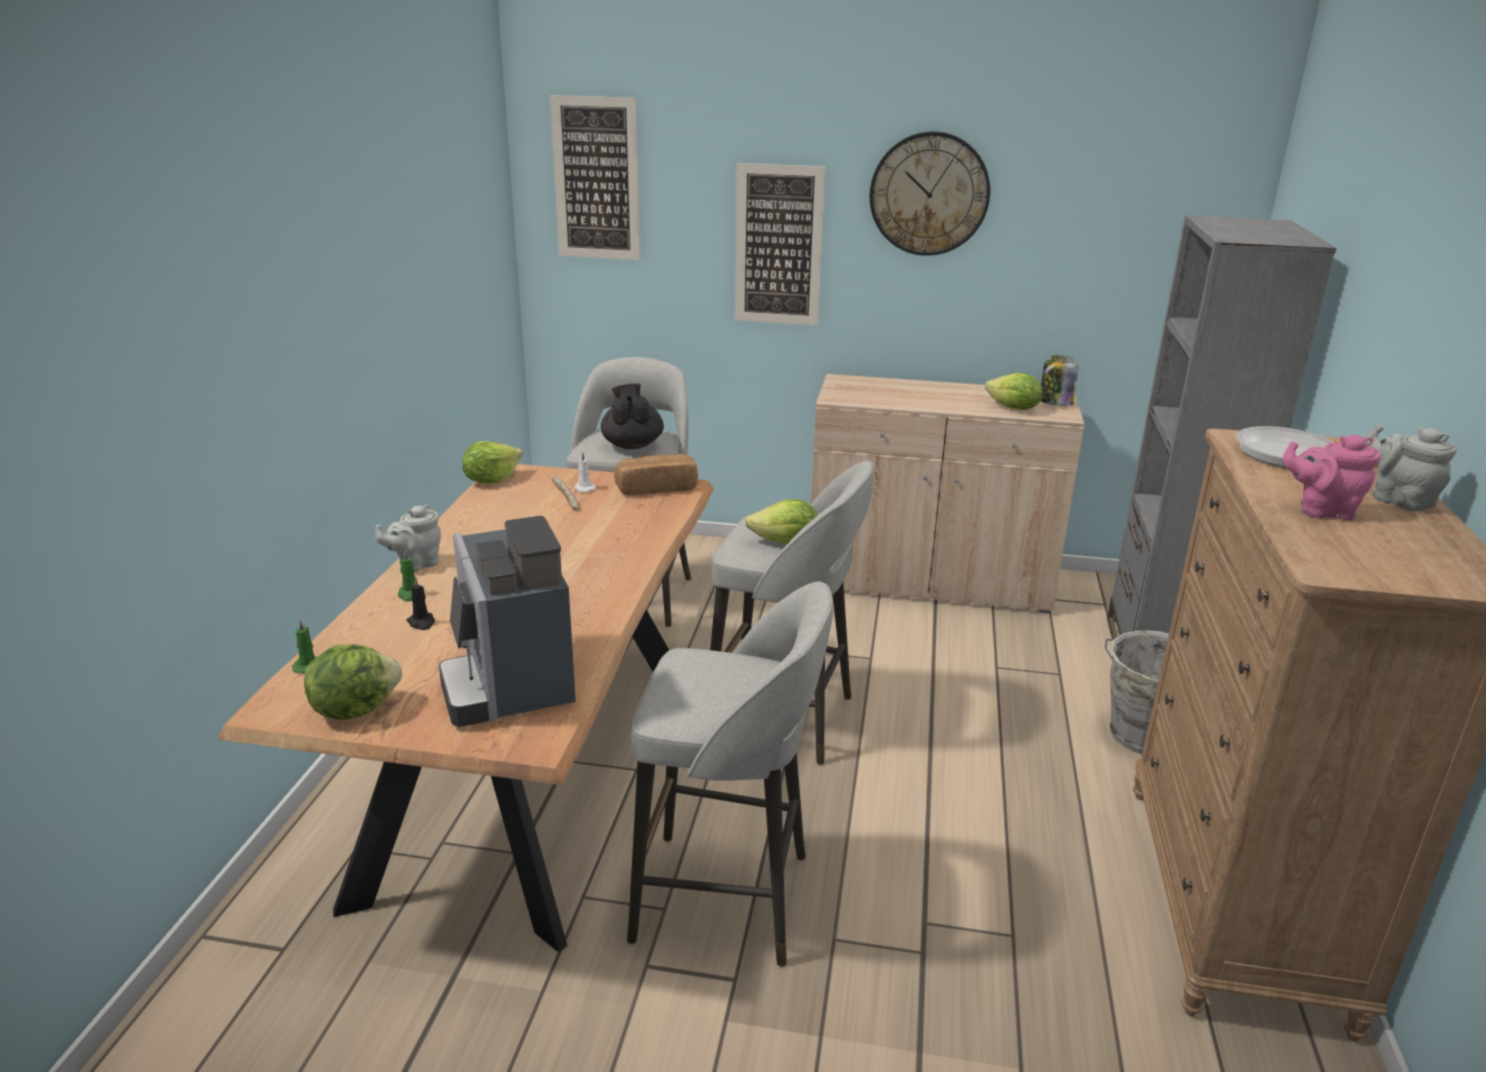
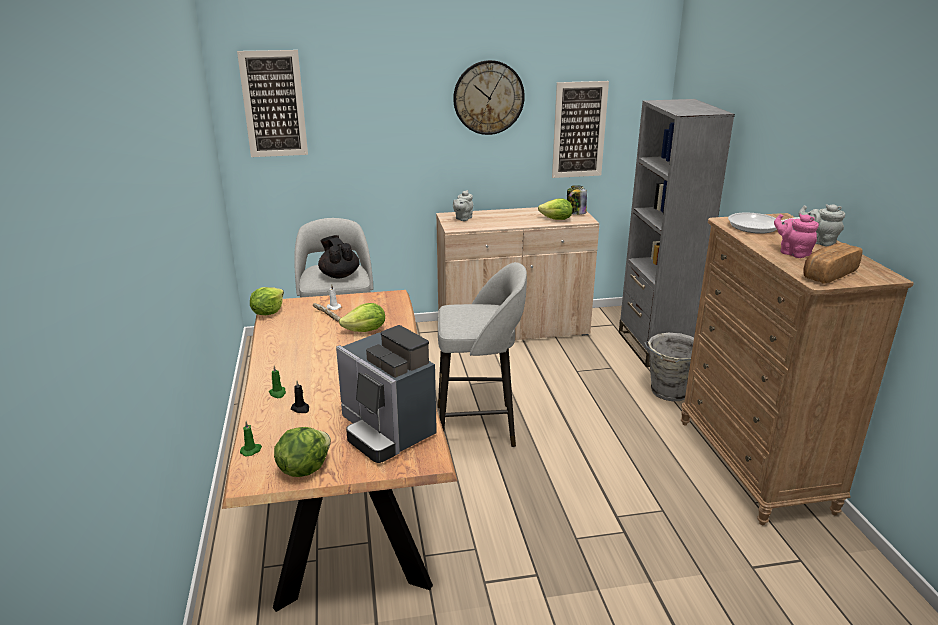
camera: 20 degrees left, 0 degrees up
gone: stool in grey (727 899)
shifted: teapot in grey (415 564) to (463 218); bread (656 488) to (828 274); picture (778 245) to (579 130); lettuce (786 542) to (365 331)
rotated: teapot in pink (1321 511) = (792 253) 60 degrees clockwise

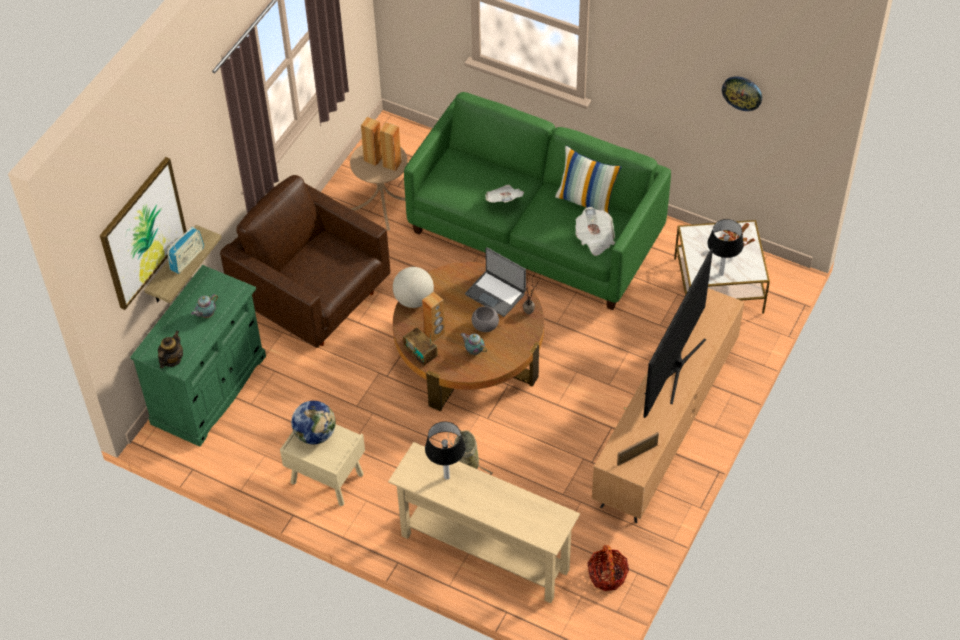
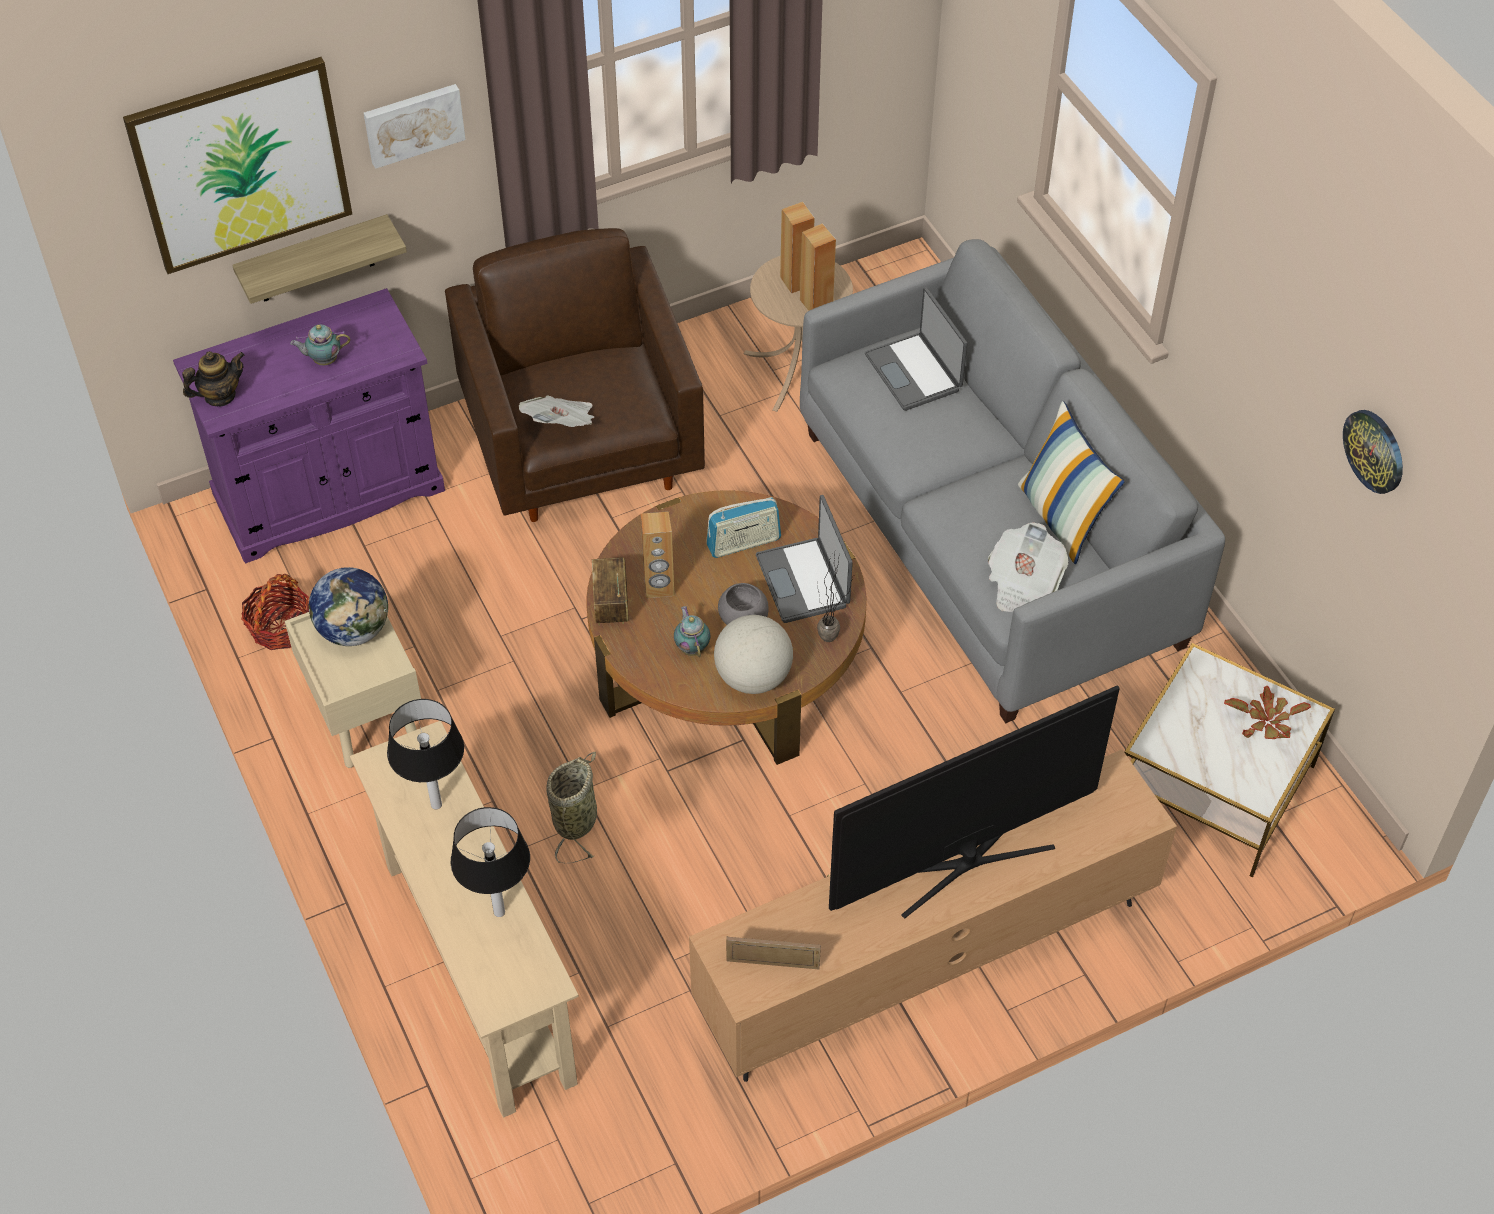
camera: 35 degrees right, 0 degrees up
new: picture (413 123); laptop (915 372)
shifted: radio (187 259) to (743 543); globe (414 300) to (753 677); newspaper (504 201) to (561 424); basket (607 575) to (280 627); table lamp (721 274) to (499 912)
repainted: cabinet in green (209 390) to cabinet in purple (329 493); sofa in green (536 232) to sofa in grey (991 537)

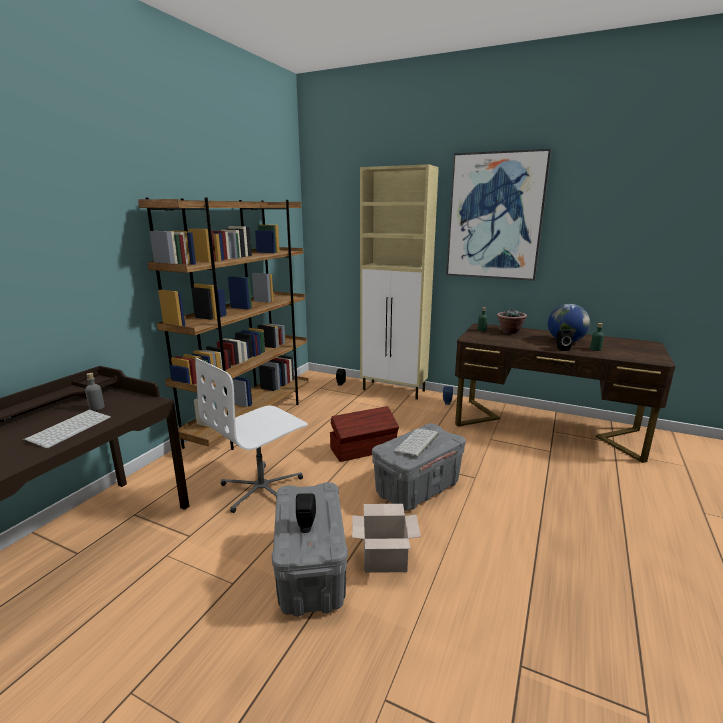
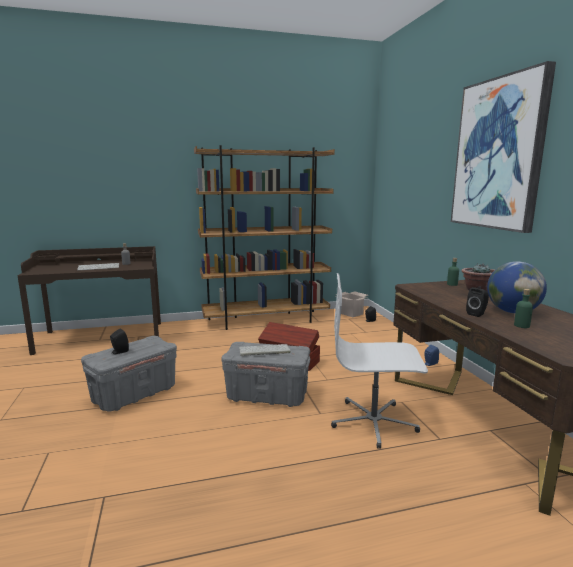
camera: 50 degrees right, 5 degrees down
gone: cabinet in beige (394 390)
shifted: office chair in white (262 489) to (374 422); cardboard box (385 558) to (351 313)

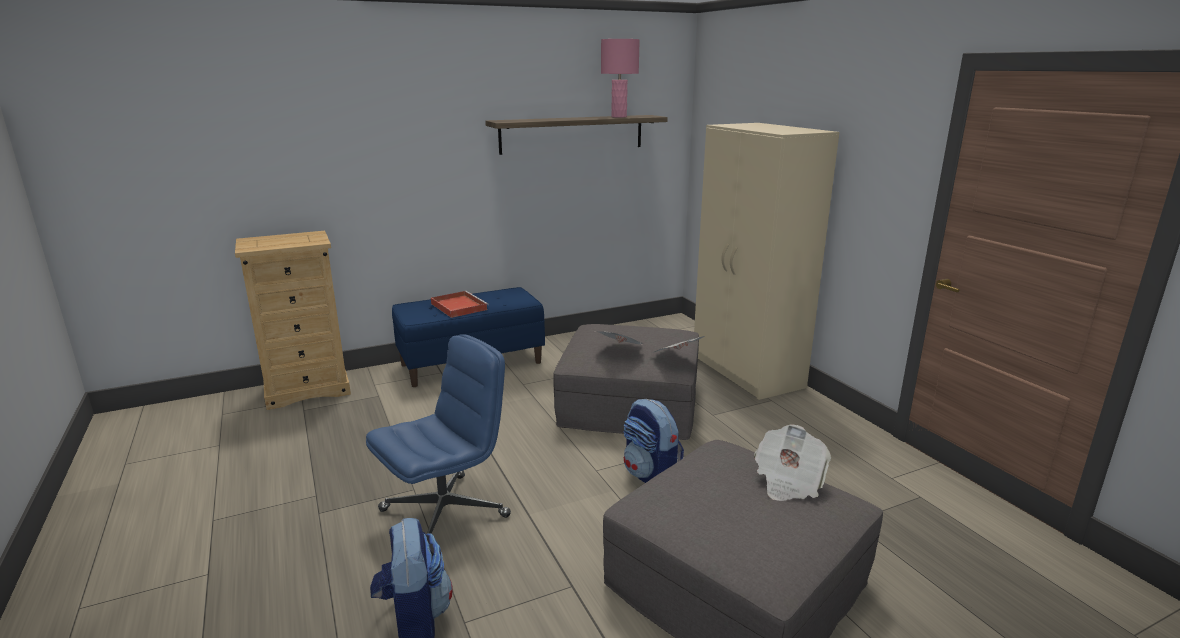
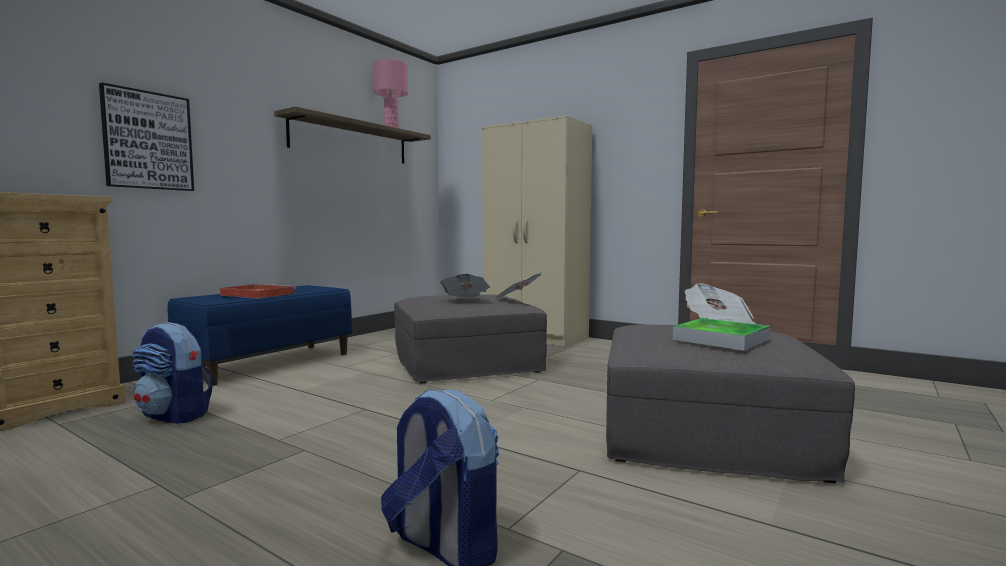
camera: 30 degrees left, 15 degrees down
gone: office chair in blue (446 512)
new: picture (148 140); tray (721 339)
shifted: backpack (651 476) to (175 416)

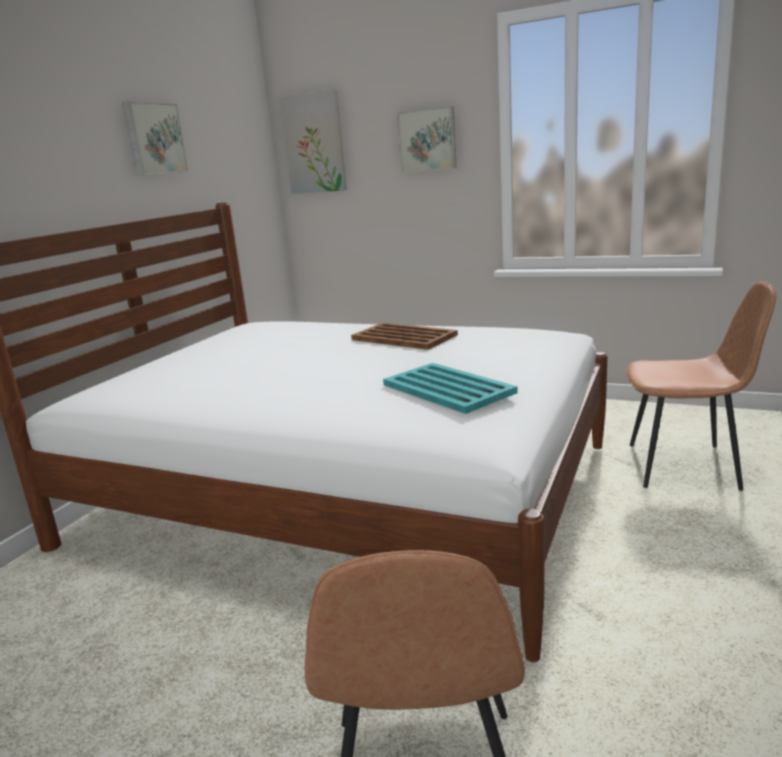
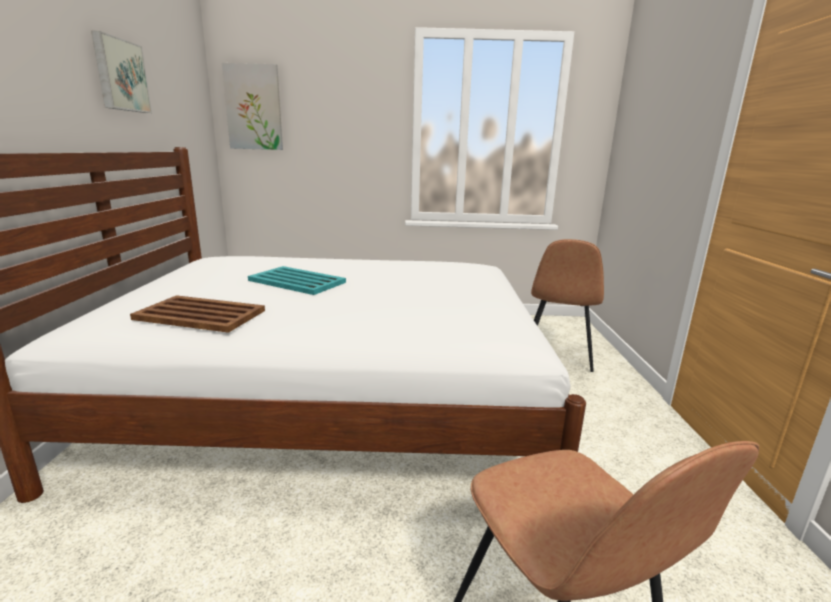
camera: 25 degrees left, 0 degrees up
gone: picture (428 140)
shifted: tray in brown (403 337) to (199 315); tray in turquoise (447 388) to (296 281)
rotated: chair in brown (685 466) = (557 355) 120 degrees clockwise

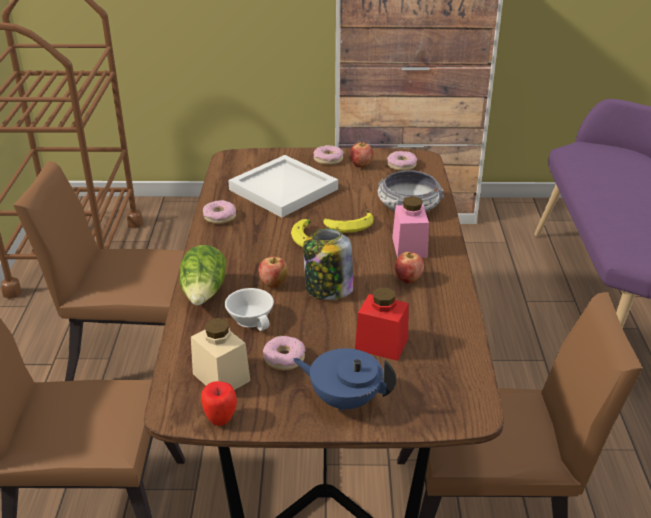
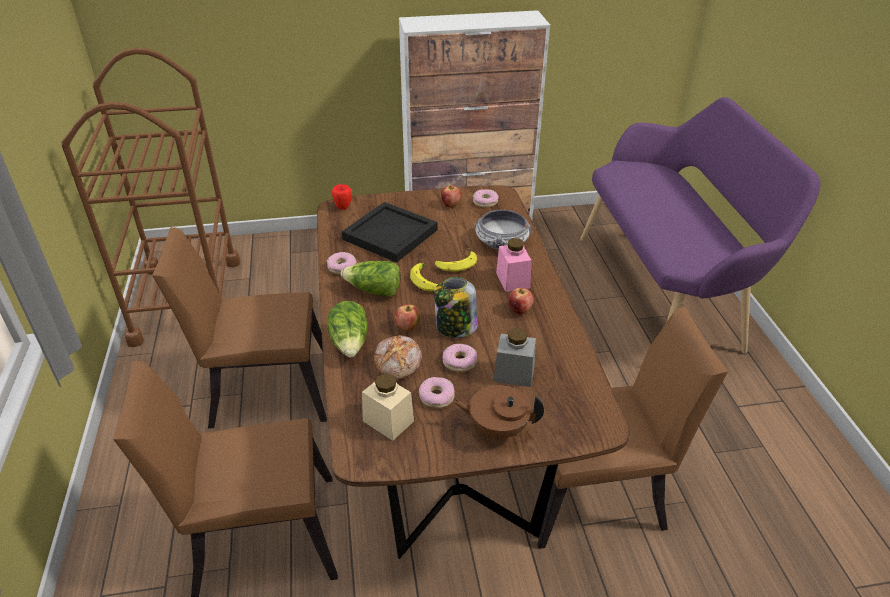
camera: 10 degrees left, 5 degrees up
new: lettuce (374 290)
shifted: apple (220 419) to (343 207); donut (328 159) to (459 362)
swapped: cup in white (252 319) to bread (399 363)
repainted: tray in white (281 189) to tray in black (388 235); teapot in blue (344 399) to teapot in brown (497 428); jar in red (381 344) to jar in grey (514 373)

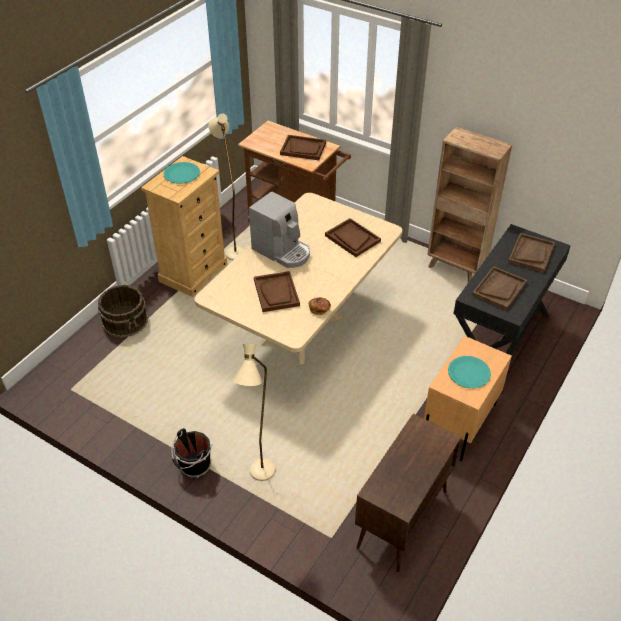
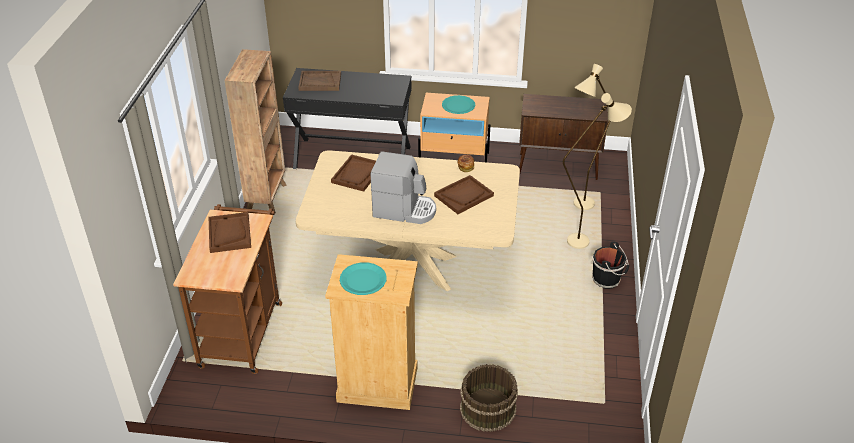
camera: 115 degrees left, 5 degrees down
gone: tray in brown (499 289)
shifted: floor lamp in beige (233 249) to (579 207)
rotated: coffee machine (282 251) = (404 210) 90 degrees clockwise

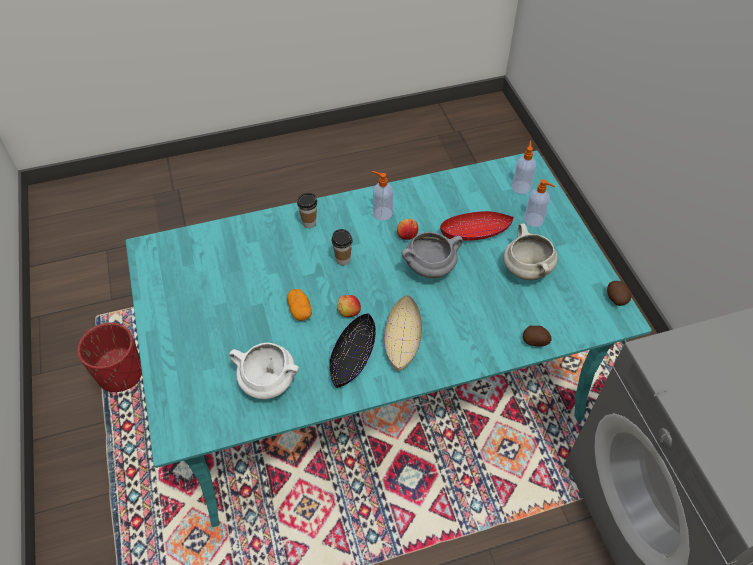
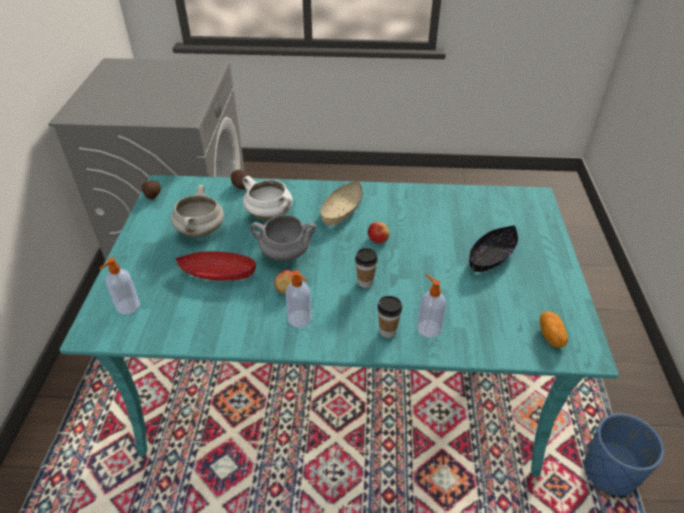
camera: 160 degrees left, 10 degrees down
shifted: cooking pot in white (267 382) to (270 215); potato (300 310) to (551 336); bowl in black (352 357) to (492 256); soap dispenser (534 220) to (428 328)
repainted: planter in red (120 373) to planter in blue (609 472)

